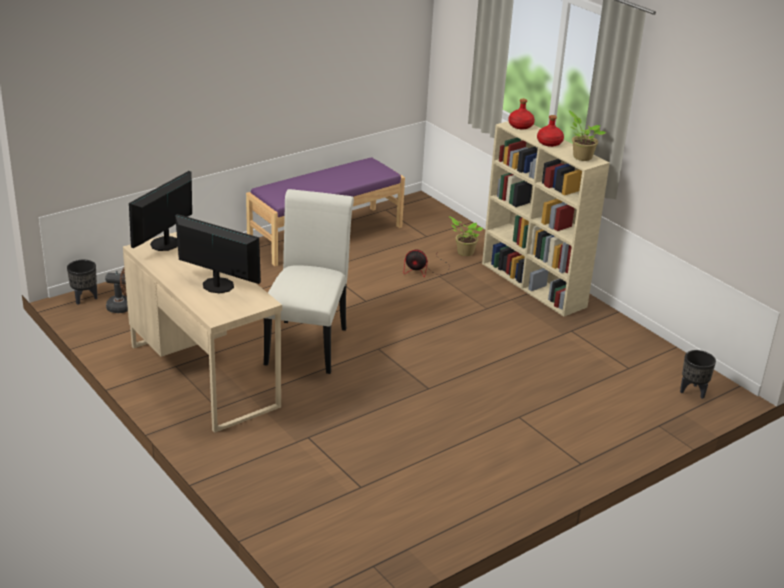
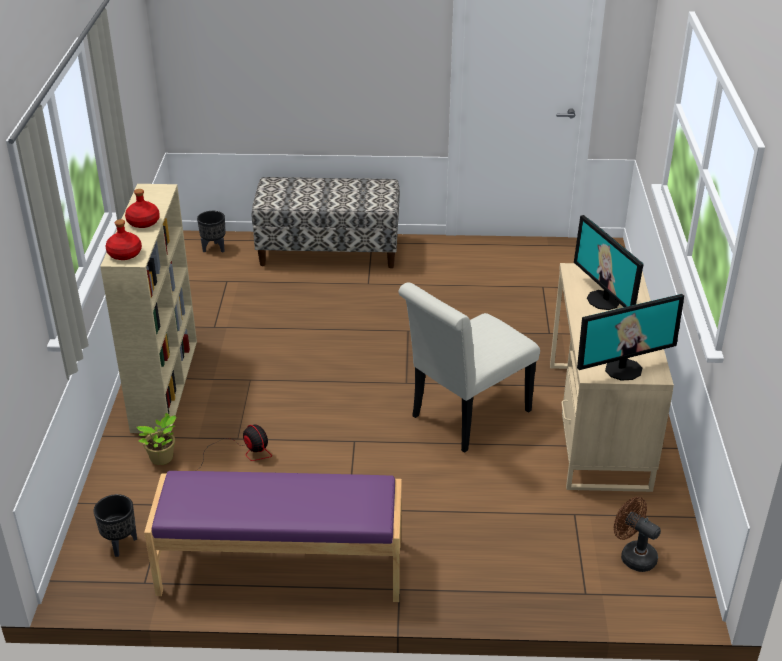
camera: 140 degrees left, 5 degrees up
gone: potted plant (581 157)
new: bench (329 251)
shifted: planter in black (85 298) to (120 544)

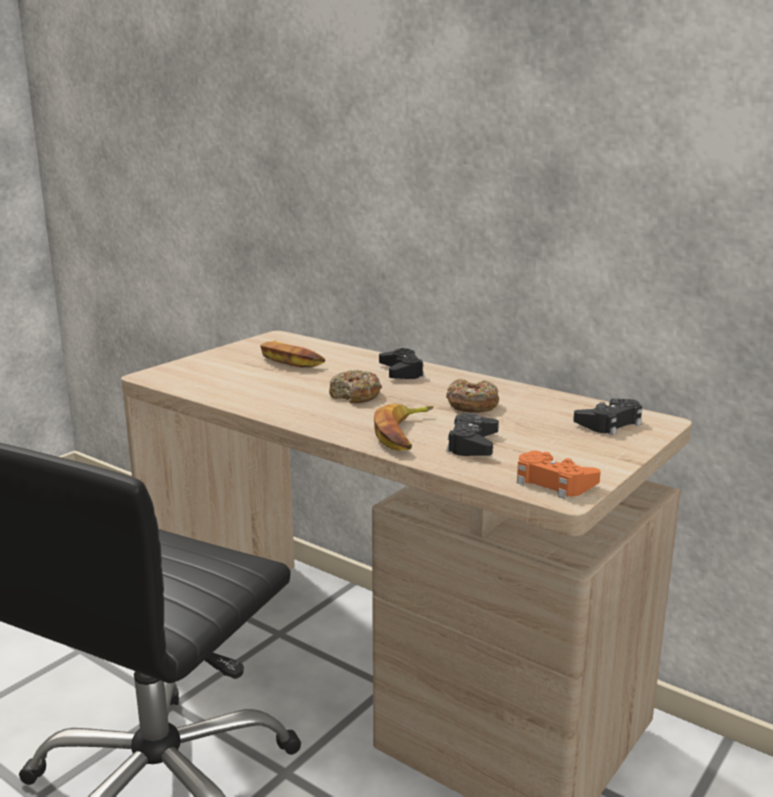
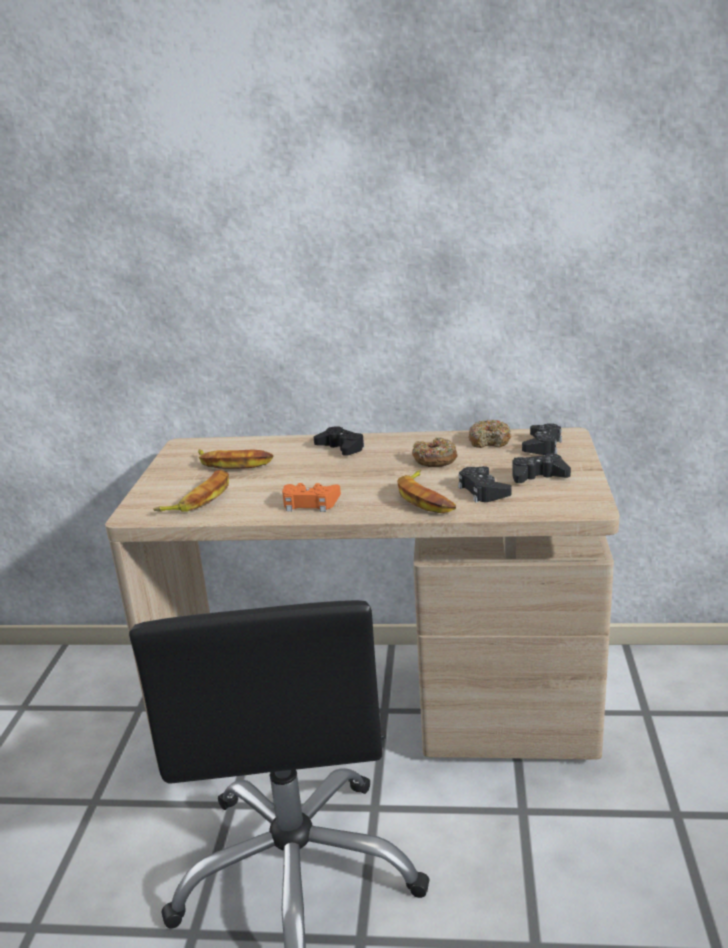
camera: 30 degrees left, 5 degrees up
new: banana (199 498); game controller in black (538 476)
shifted: donut (355 395) to (489 441); game controller in orange (553 482) to (310 503)

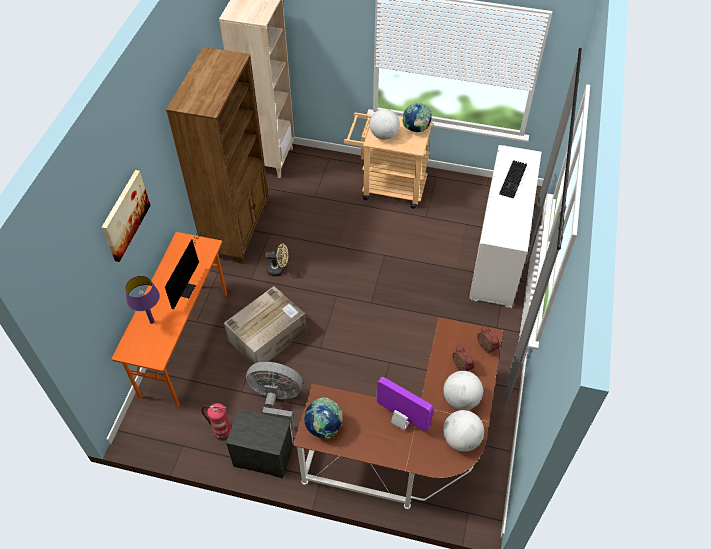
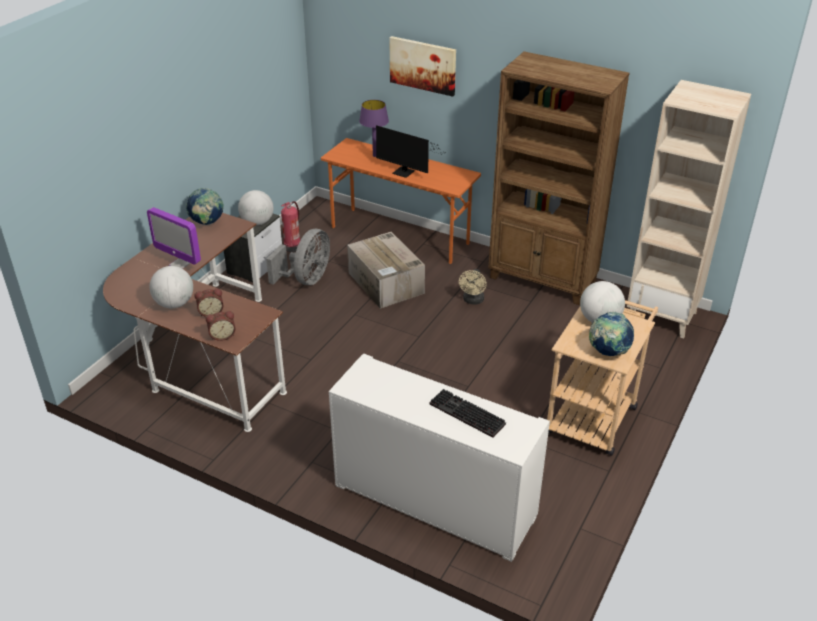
camera: 105 degrees right, 15 degrees down
shifted: globe (461 439) to (257 222)
rotated: monitor (401 421) = (180 264) 75 degrees clockwise

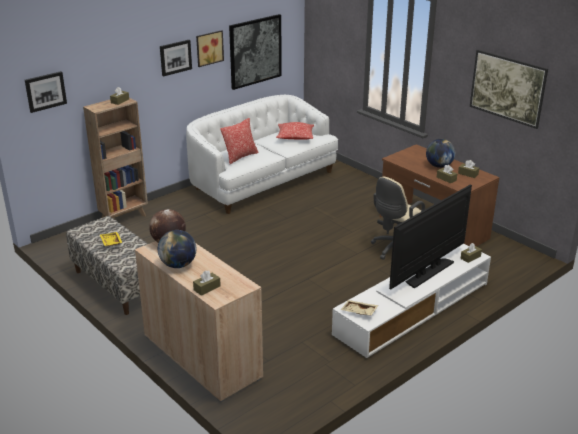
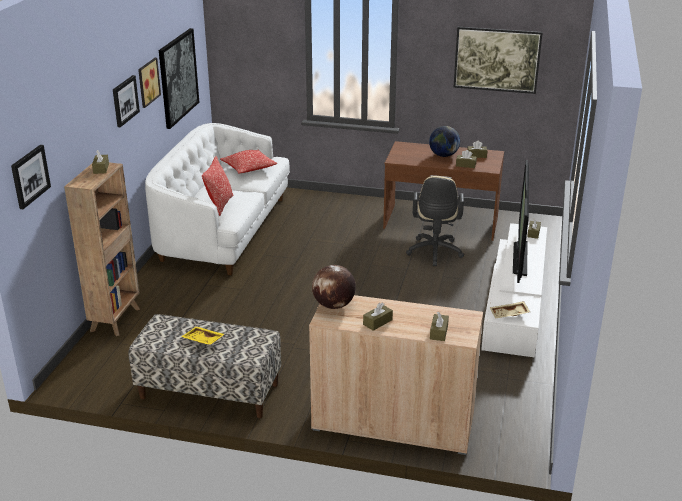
camera: 35 degrees left, 0 degrees up
swapped: globe (178 265) to tissue box in brown (377 322)

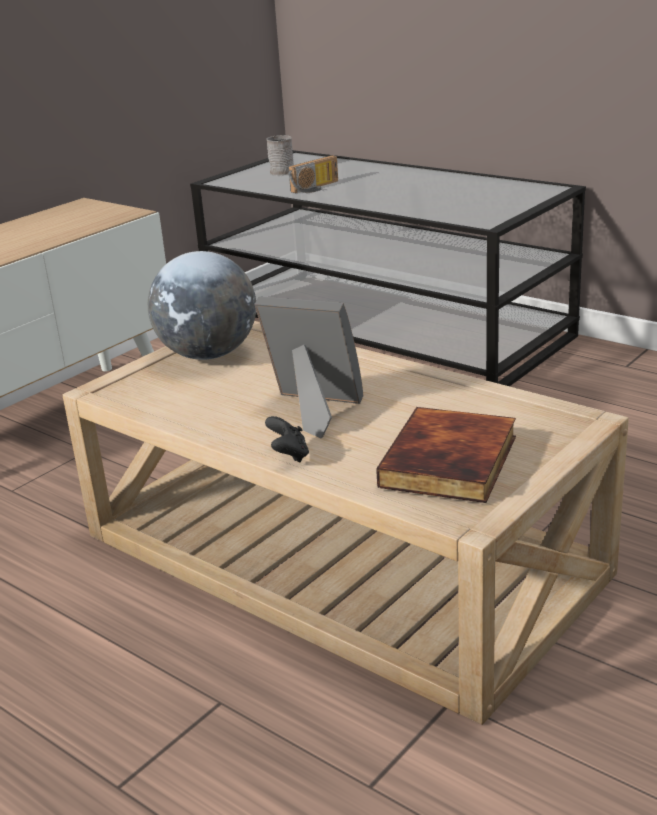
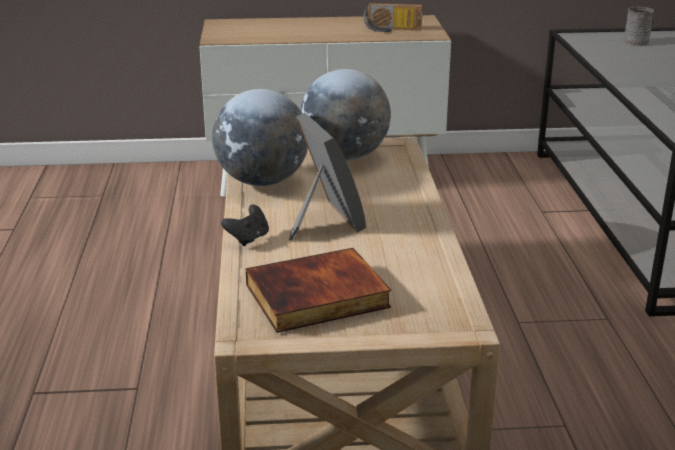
camera: 45 degrees right, 0 degrees up
new: globe (262 181)
shifted: radio (316 188) to (392 30)

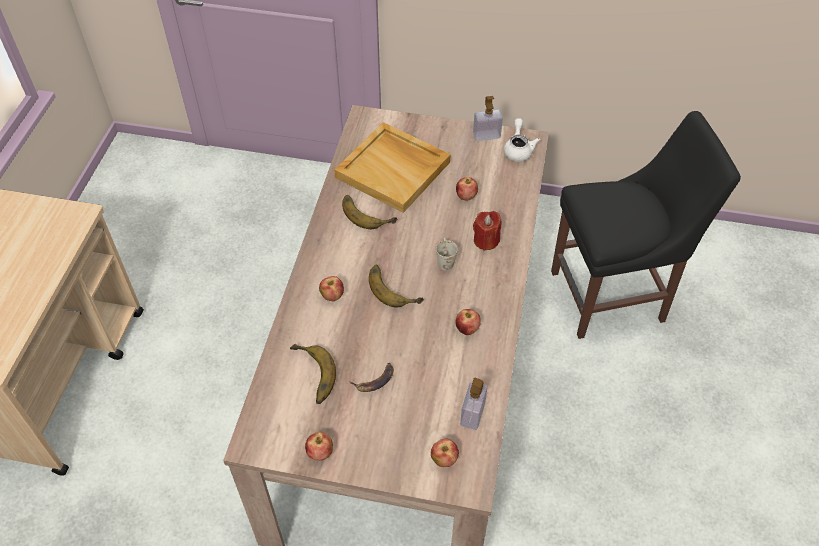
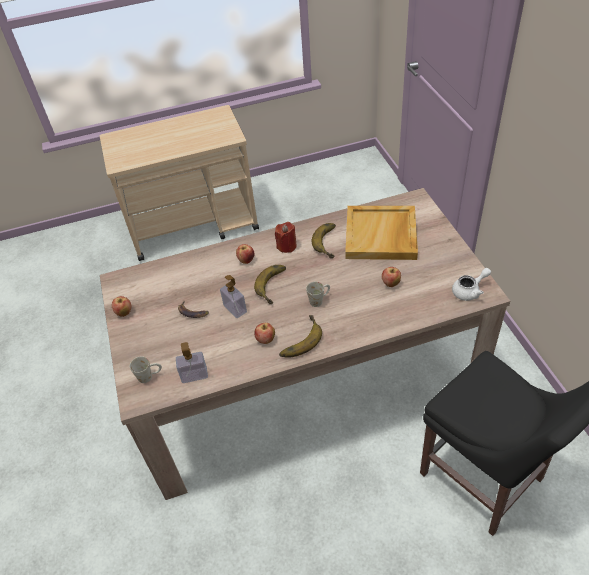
camera: 65 degrees right, 5 degrees down
shifted: banana (310 376) to (298 339); soap dispenser (486 135) to (235 309); candle in red (486 240) to (286 246)
swapped: apple (444 459) to mug in white (149 376)

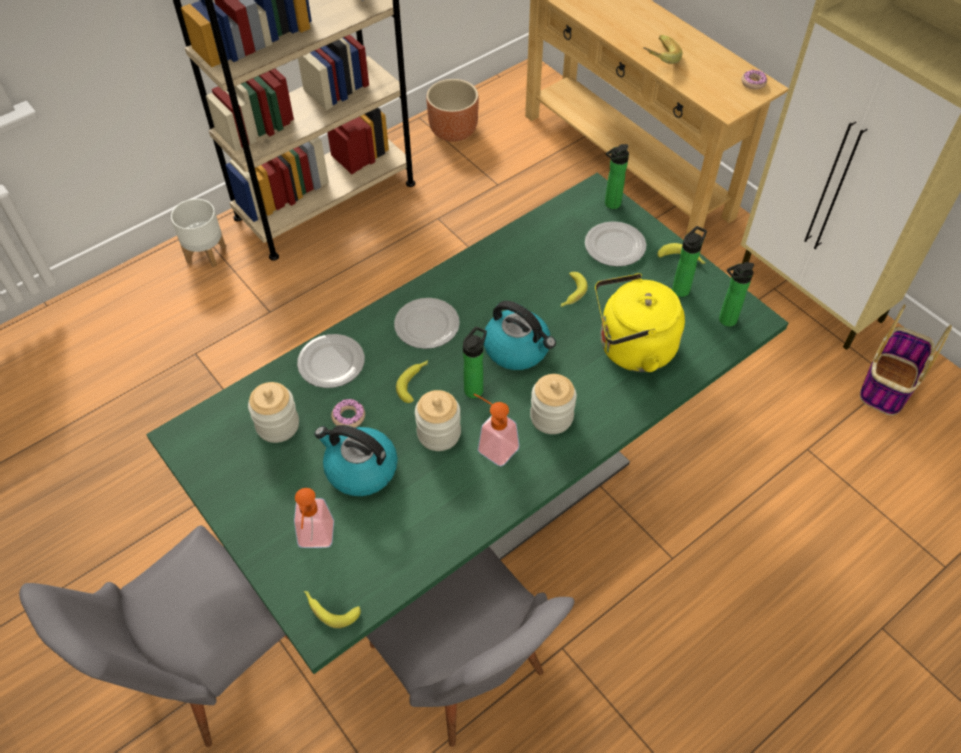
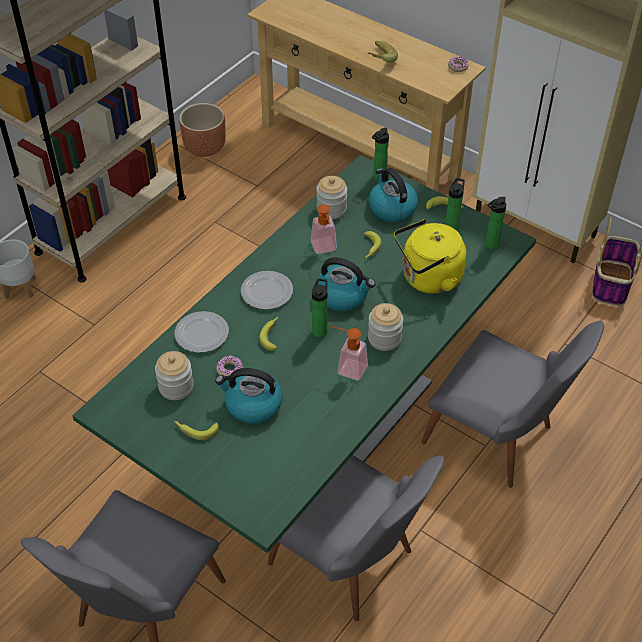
camera: 15 degrees left, 5 degrees down
new: chair in grey (498 441)
shifted: soap dispenser (315 540) to (325 249); banana (330 608) to (195 430); jar (439 433) to (331 209)
swapped: plate (614 247) to kettle (391 208)

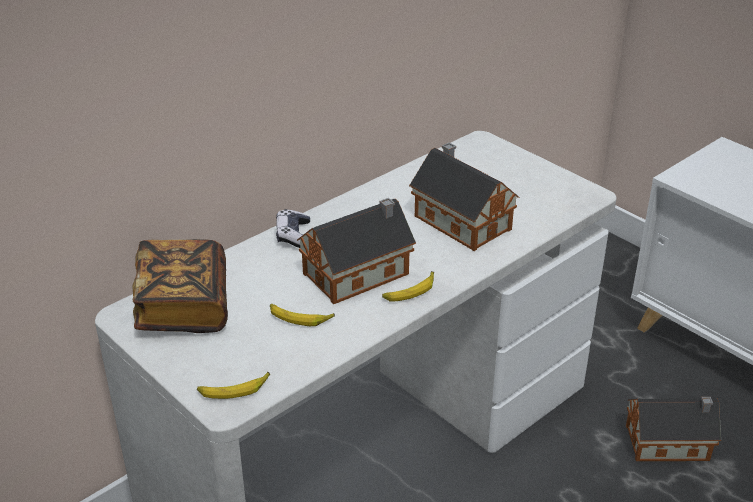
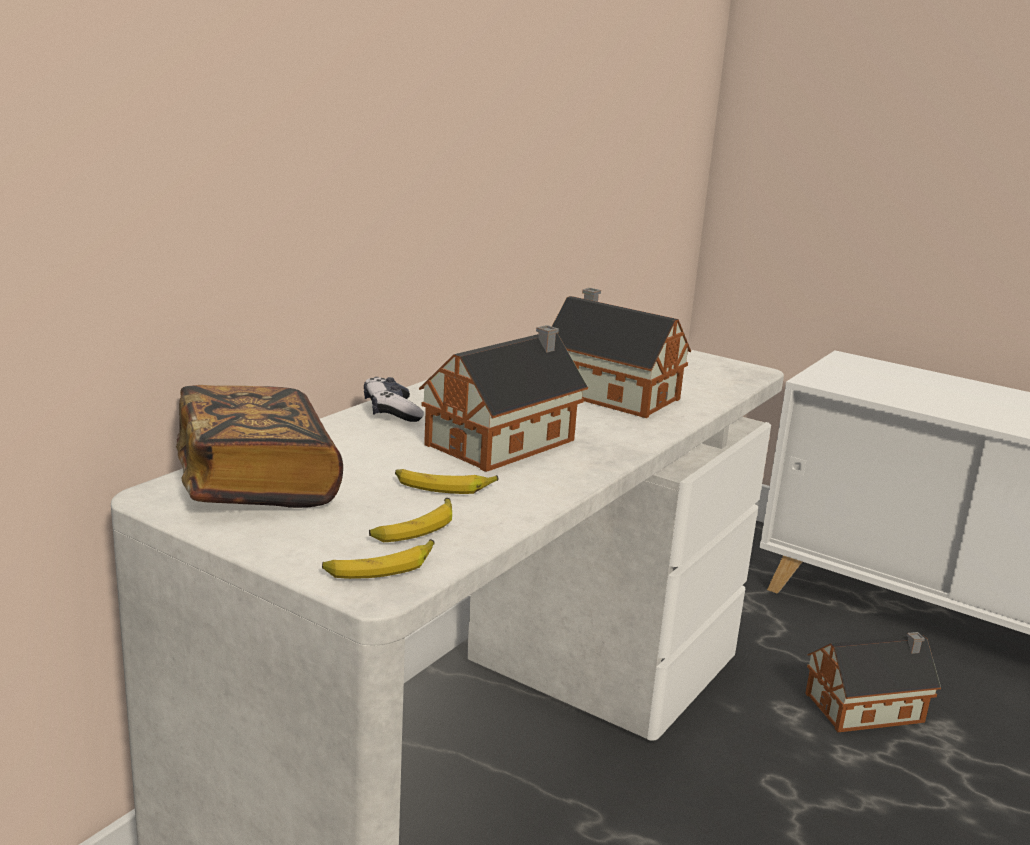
camera: 15 degrees left, 15 degrees down
shifted: banana (410 291) to (415 529)

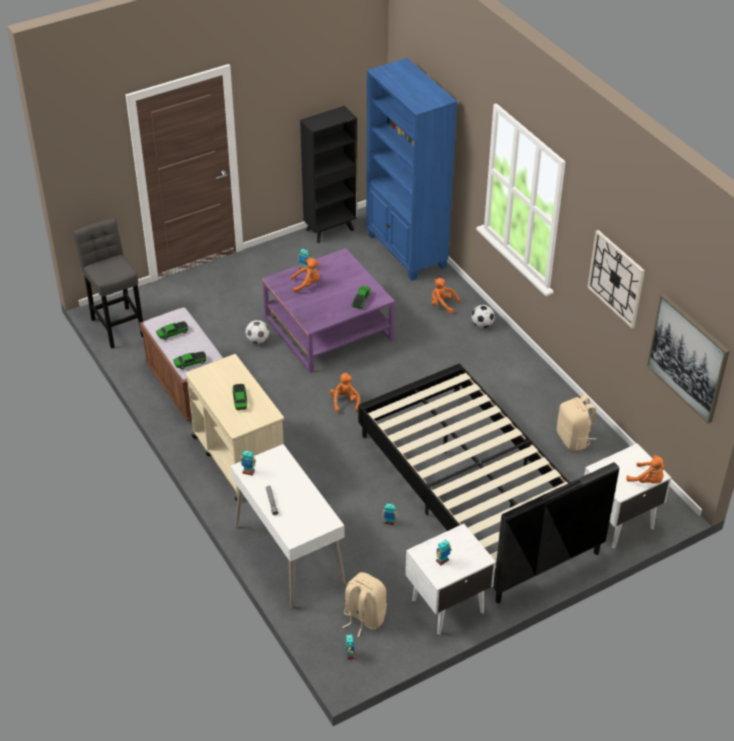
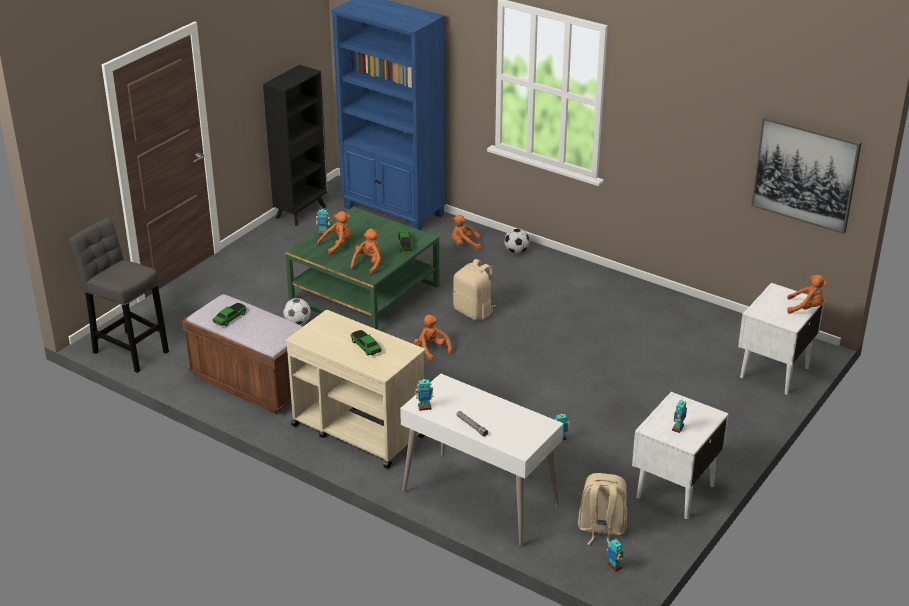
camera: 25 degrees left, 10 degrees down
gone: toy car (190 363); bed in black (475 493); wall clock (616 278)
new: plush toy in orange (368 264)
shifted: backpack in beige (574 439) to (474 312)
repainted: coffee table in purple (328 328) to coffee table in green (364 293)

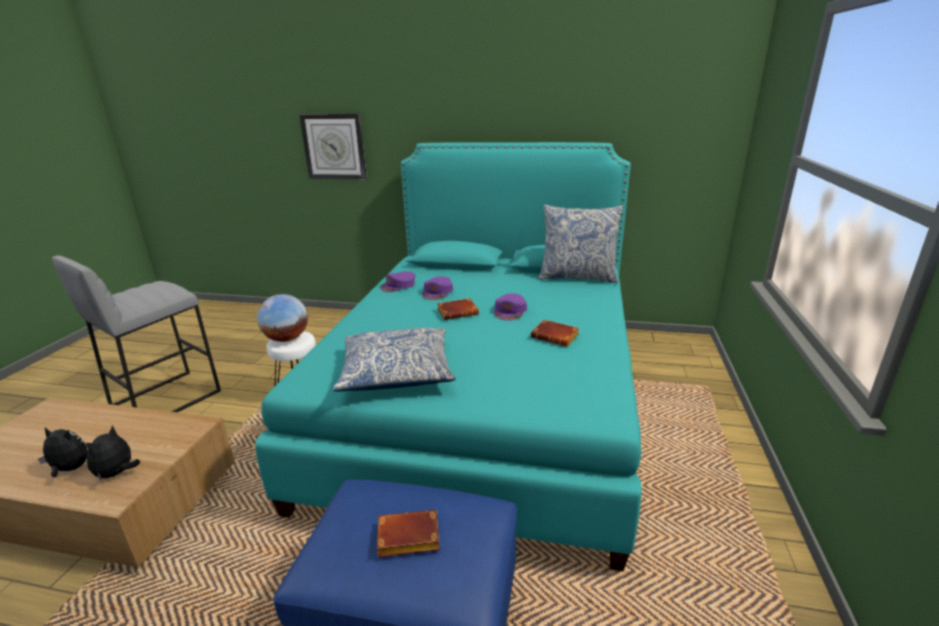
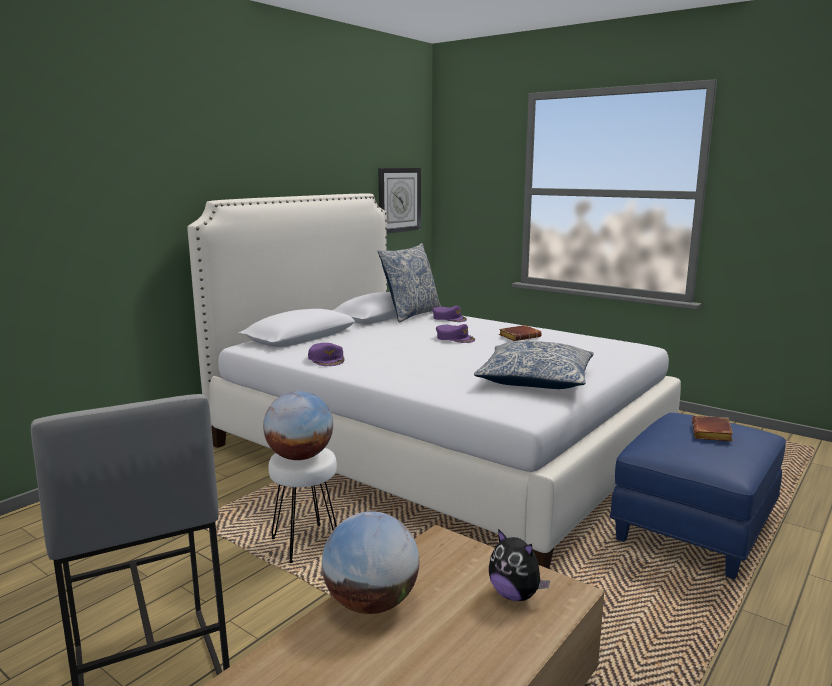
camera: 65 degrees left, 10 degrees down
gone: plush toy (70 469); book in brown (458 312)
new: globe (371 603)
shifted: wall clock (334 146) to (399 200); cap in purple (437 292) to (449 318)
repainted: bed in turquoise (484 400) to bed in white (434 449)

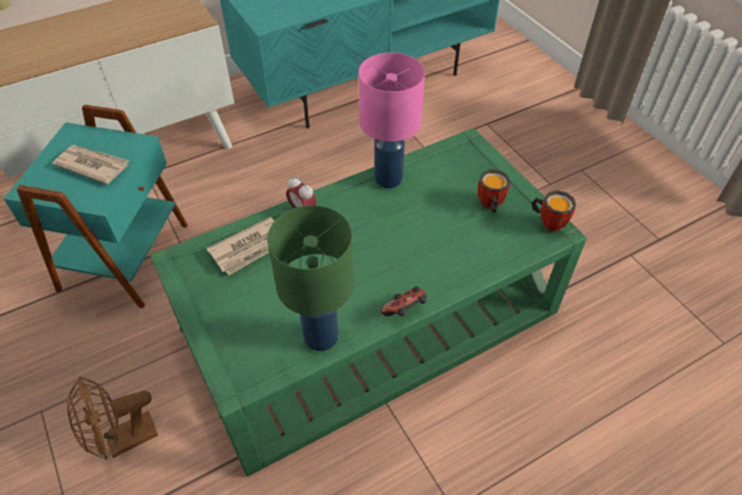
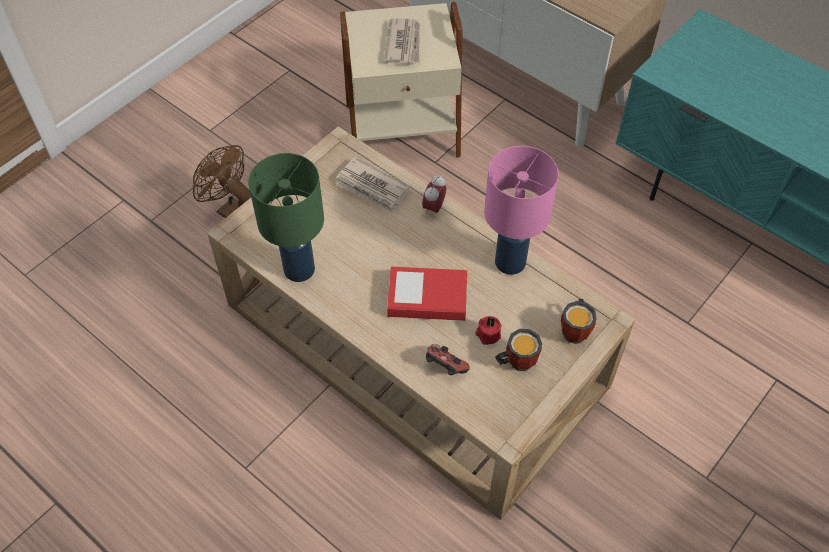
camera: 70 degrees right, 5 degrees up
new: book (427 298); candle in red (487 335)
shifted: game controller (405 310) to (445 367); mug (549 222) to (576 330)
repainted: side table in turquoise (127 256) to side table in beige (403 132); coffee table in green (370 319) to coffee table in beige (416 343)

